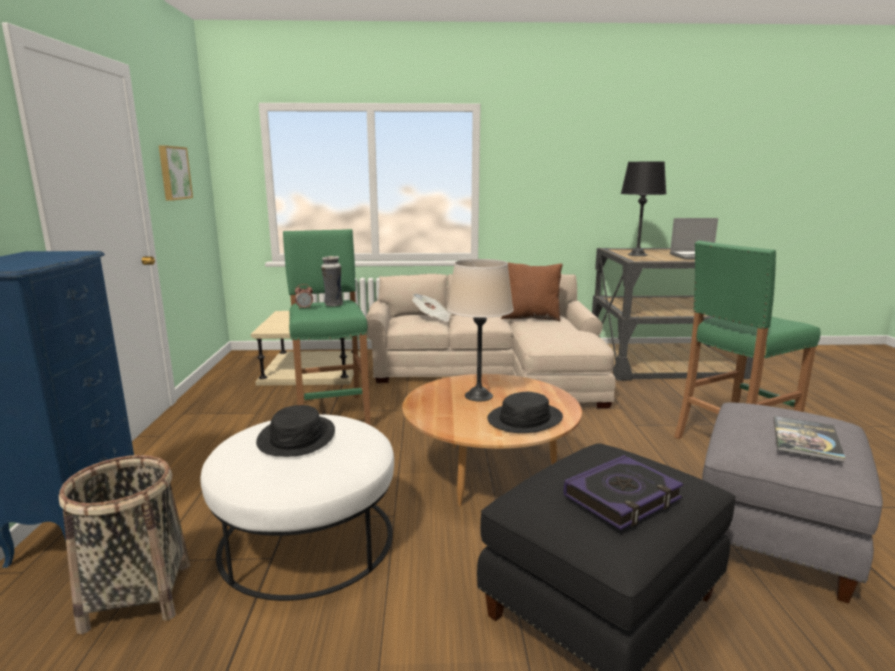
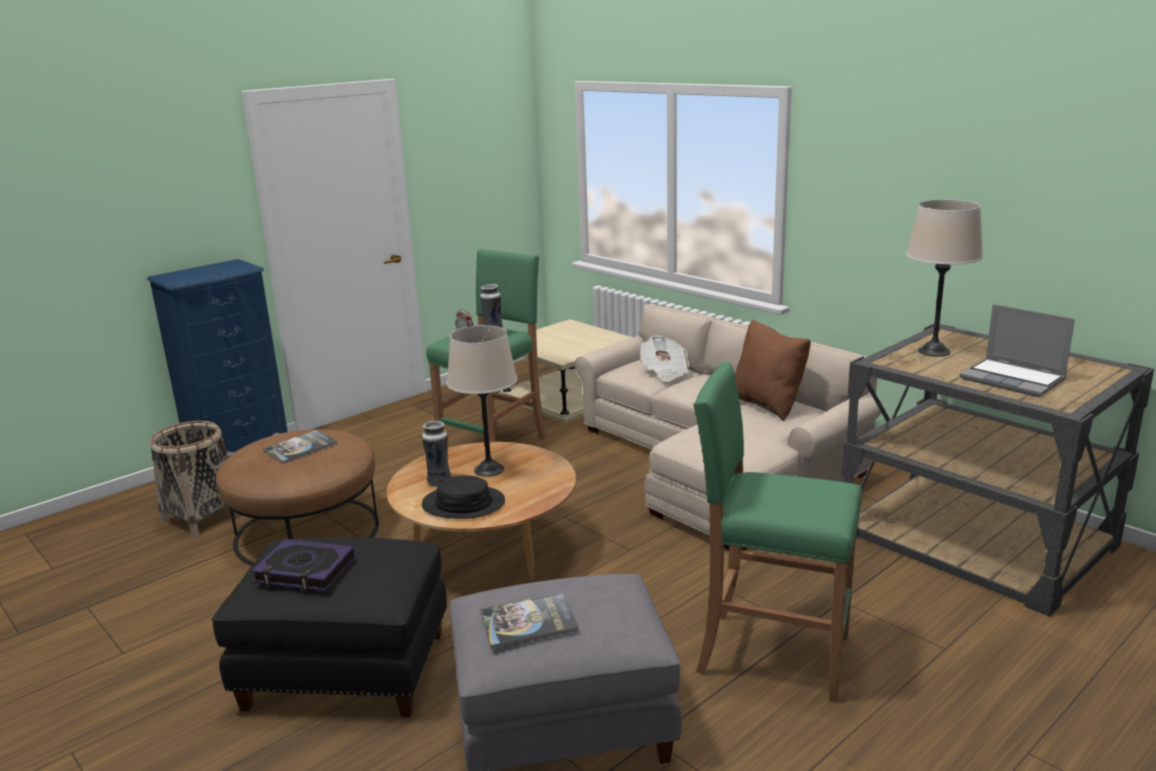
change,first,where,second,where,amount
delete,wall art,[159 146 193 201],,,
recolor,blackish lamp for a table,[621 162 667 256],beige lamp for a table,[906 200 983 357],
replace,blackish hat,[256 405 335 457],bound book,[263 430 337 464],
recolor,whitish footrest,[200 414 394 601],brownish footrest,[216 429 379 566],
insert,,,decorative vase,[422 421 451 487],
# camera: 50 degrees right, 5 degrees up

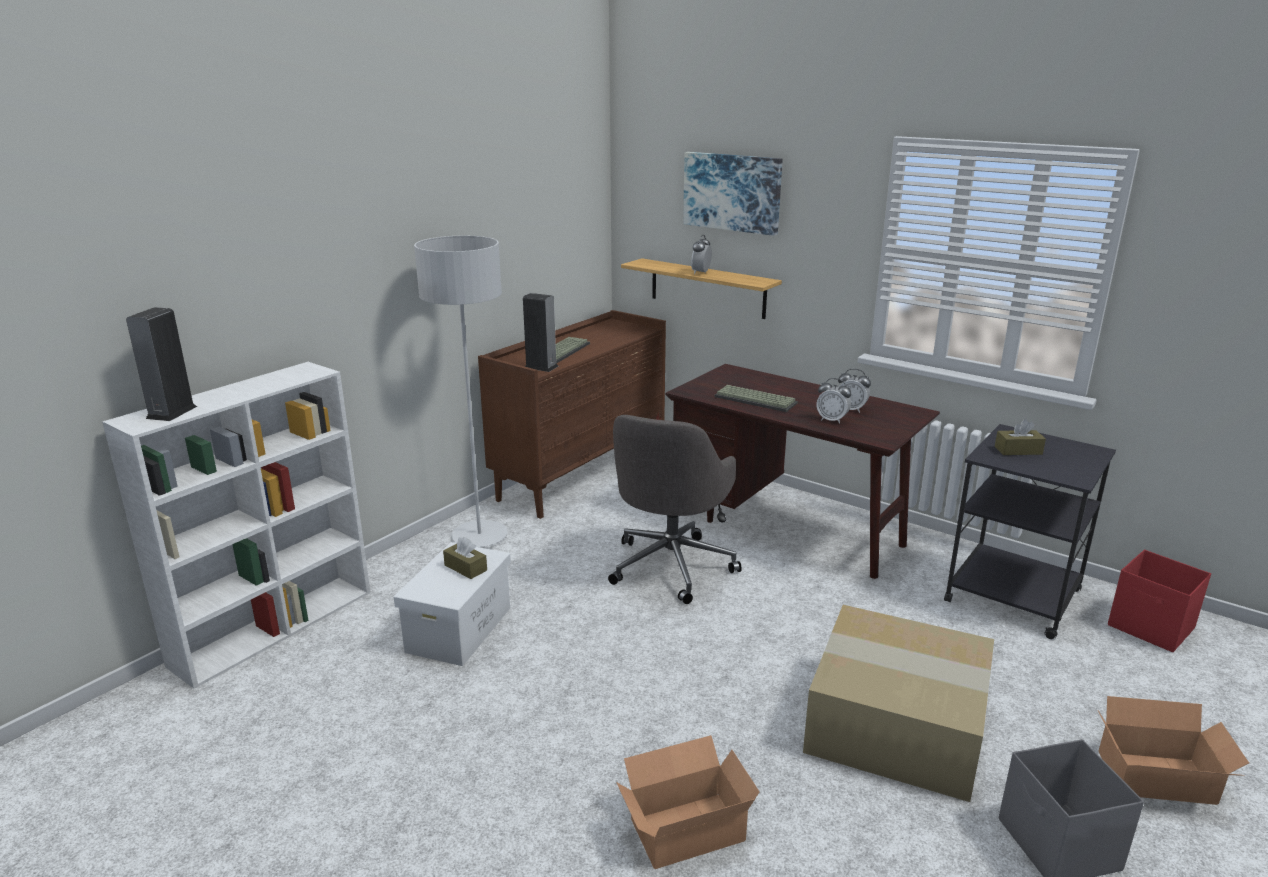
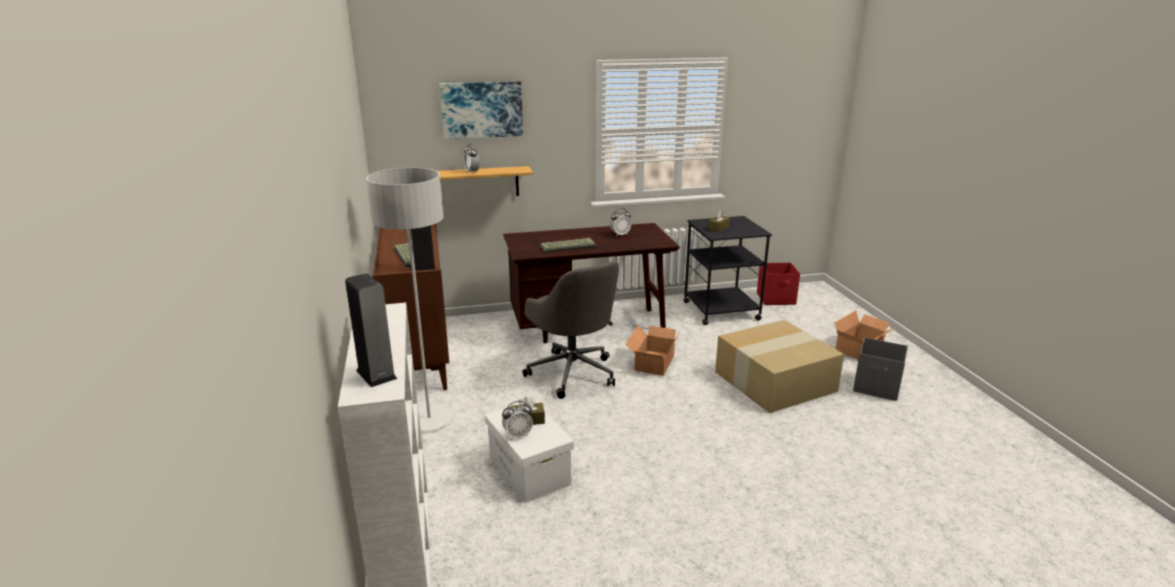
change,first,where,second,where,amount
move,alarm clock,[817 378 852 424],,[502 401 533 440],
move,cardboard box,[616 735 760 869],,[626 326 681 376],
# camera: 50 degrees left, 0 degrees up

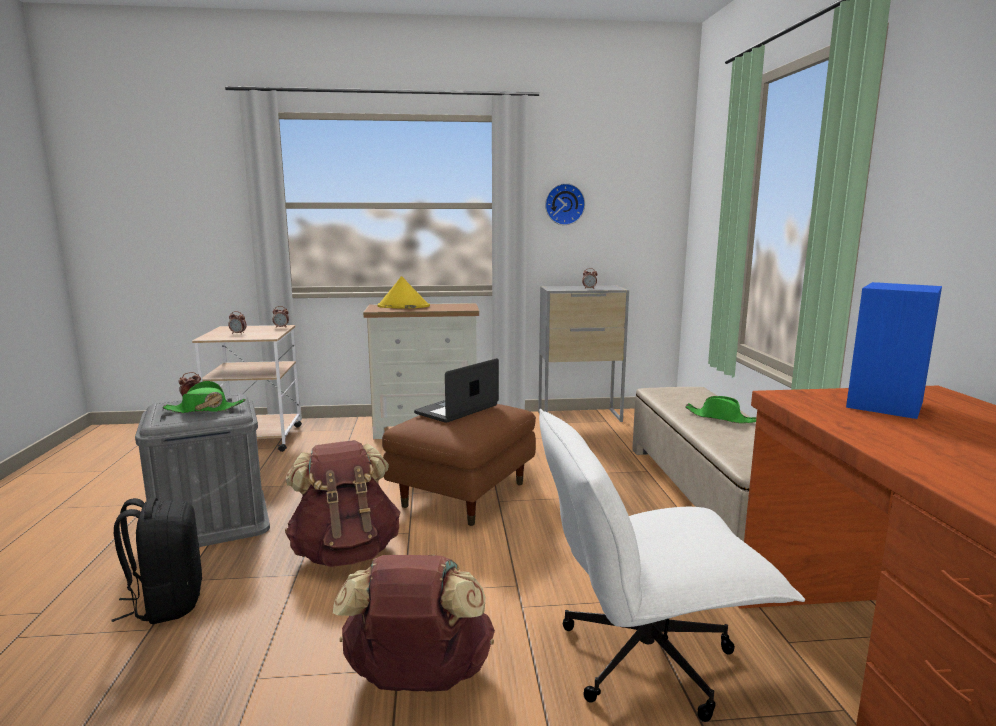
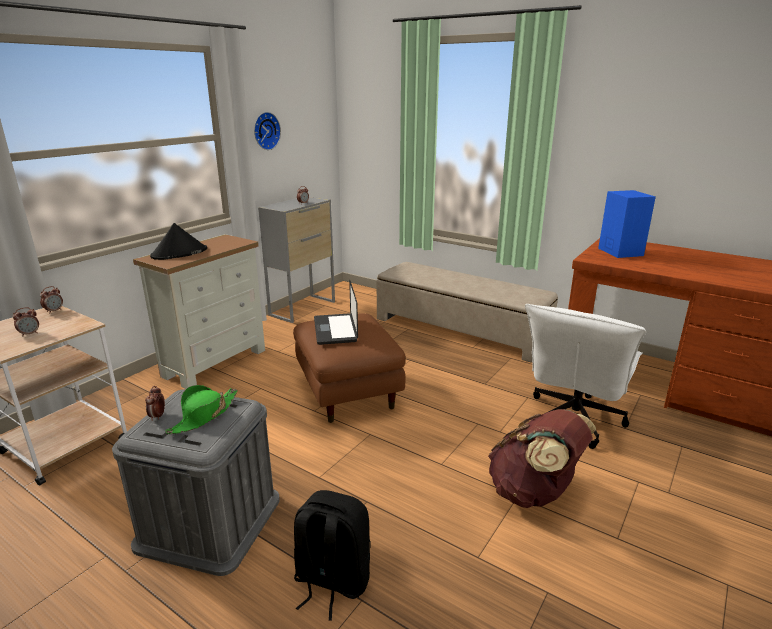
change,first,where,second,where,amount
recolor,yellow-coloured hat,[378 276 430 309],blackish hat,[150 223 207 260],
delete,green hat,[686 396 757 423],,,
delete,brownish rucksack,[285 440 401 567],,,
# camera: 50 degrees left, 10 degrees up

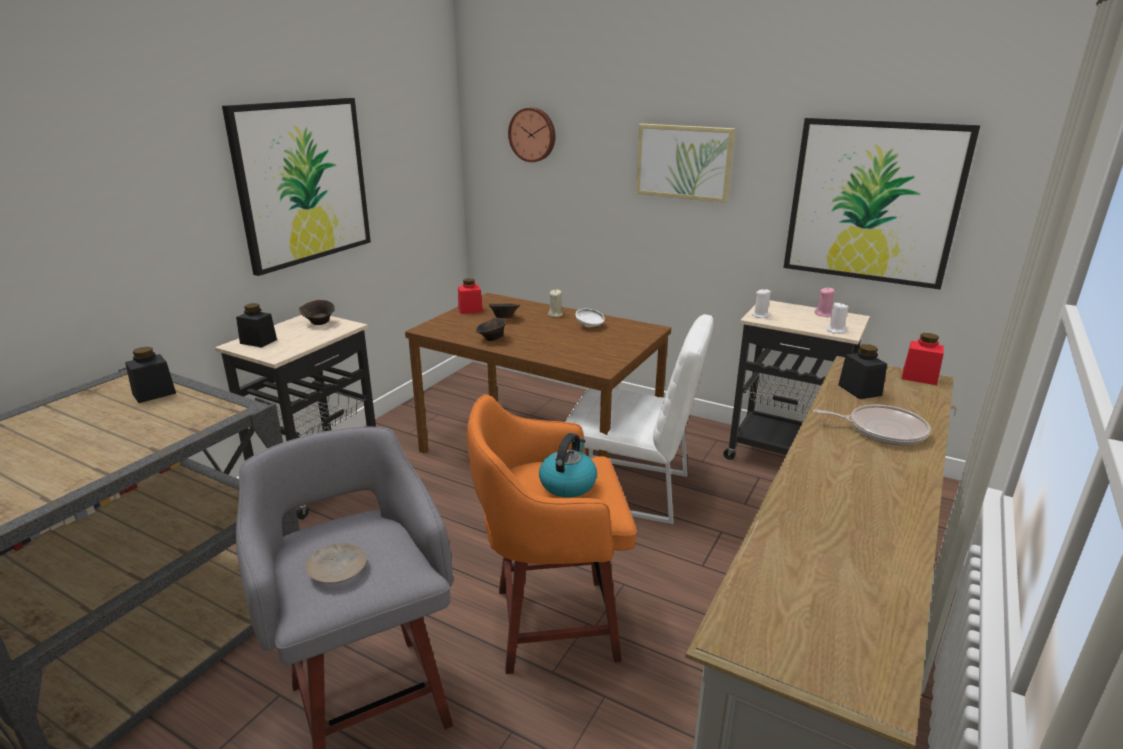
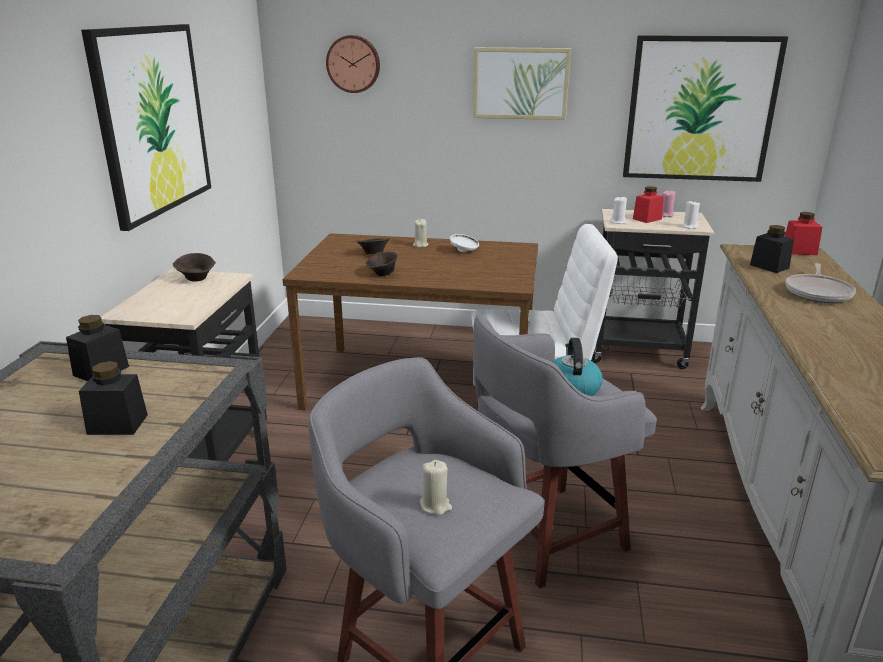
change,first,where,second,where,amount
move,reddish preserve jar,[458 278 483 314],,[633 186 664 223],
move,blackish preserve jar,[236 303 277 347],,[79 361 148 435],
recolor,orange stool seat,[467 394 637 674],greyish stool seat,[473 314 657 589],
rotate,frying pan,[813 404 931 445],,[785 263 856 303],120 degrees clockwise
replace,beige plate,[305 543 367 583],beige wax light,[420 460 452 515],
# camera: 20 degrees left, 0 degrees up

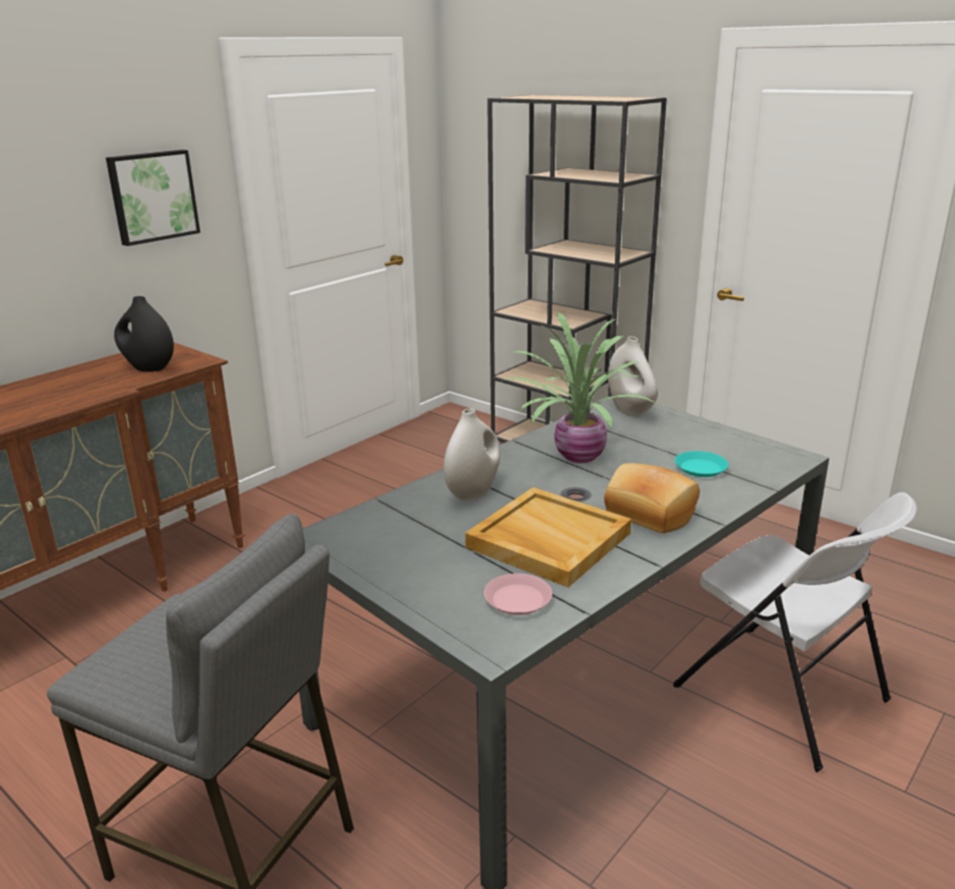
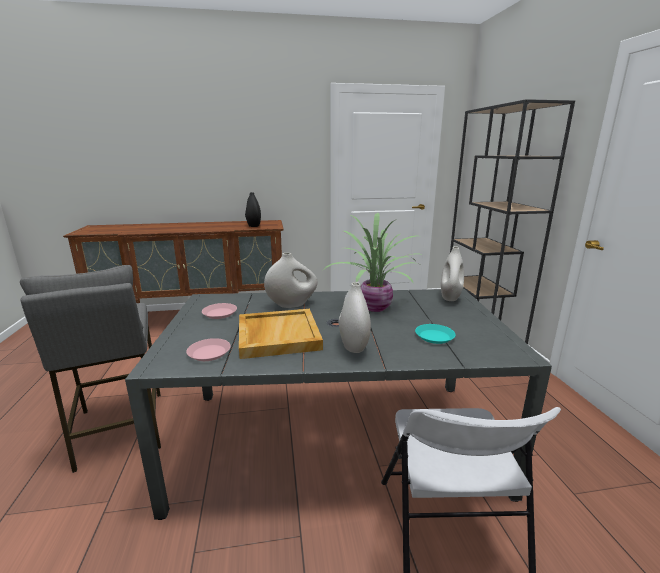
change,first,where,second,where,amount
delete,wall art,[106 150 200 246],,,
replace,bakery bread,[604 463 700 533],whitish decorative vase,[339 282 371 353],
insert,,,pinkish plate,[202 303 237 319],
# camera: 40 degrees right, 5 degrees down

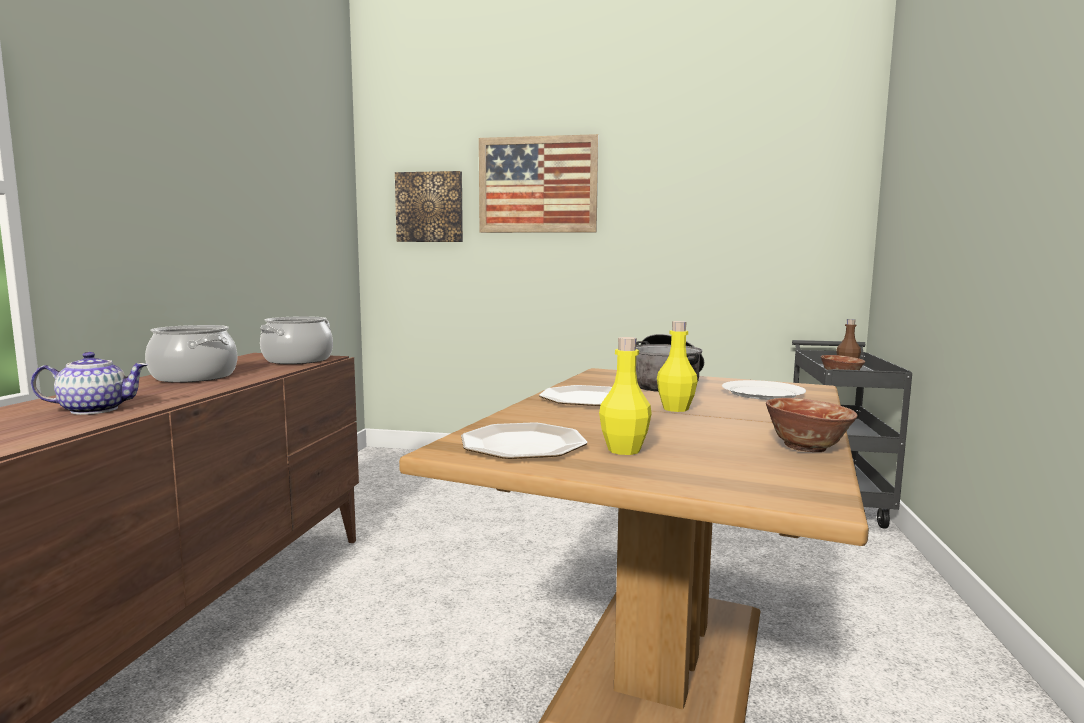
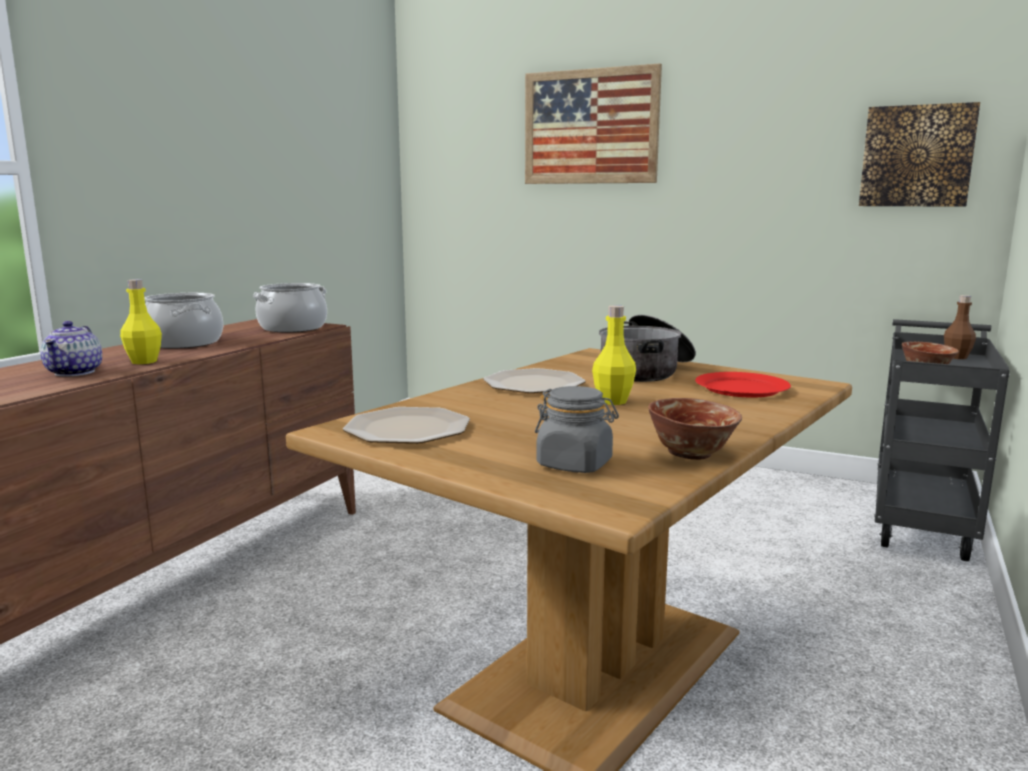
change,first,where,second,where,amount
move,wall art,[395 171 463 242],,[859 102 980 207],
move,yellow-coloured beverage bottle,[599 337 652 455],,[120 279 162 364],
rotate,pot for tea,[31 352 148 415],,[40 321 102 377],90 degrees clockwise
recolor,whitish plate,[722 380 806 400],reddish plate,[695 372 791 398],
insert,,,greyish preserve jar,[535 386 619 473],
# camera: 15 degrees right, 5 degrees up

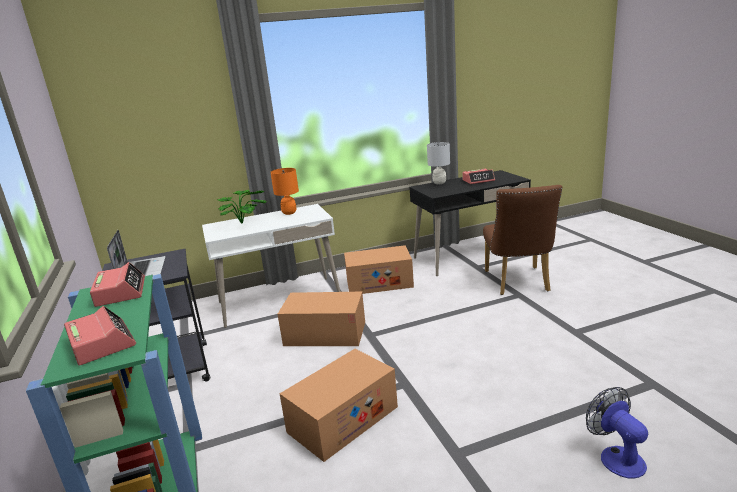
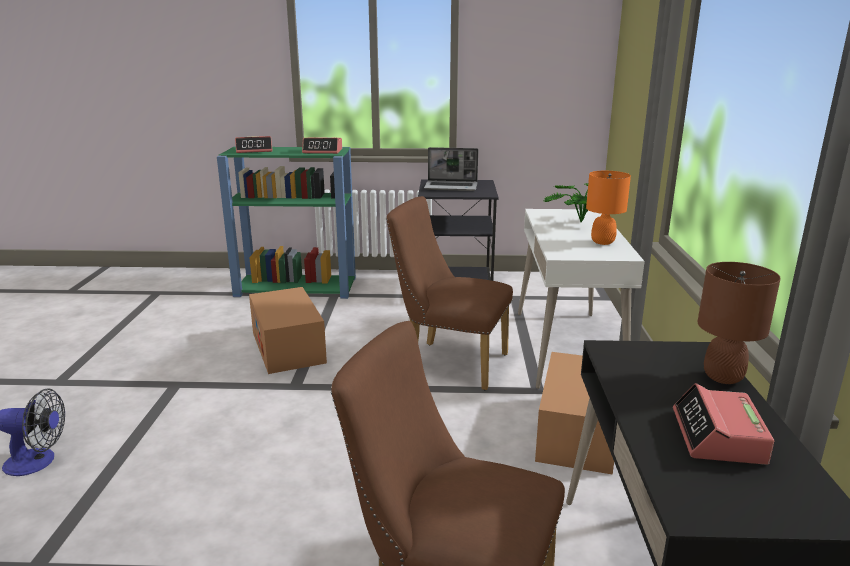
change,first,where,second,where,amount
recolor,greyish lamp for a table,[427 142 450 184],brownish lamp for a table,[698 262 781 384],
replace,cardboard box,[278 292 365 346],brownish plain chair,[386 196 513 390],
# camera: 110 degrees right, 0 degrees up

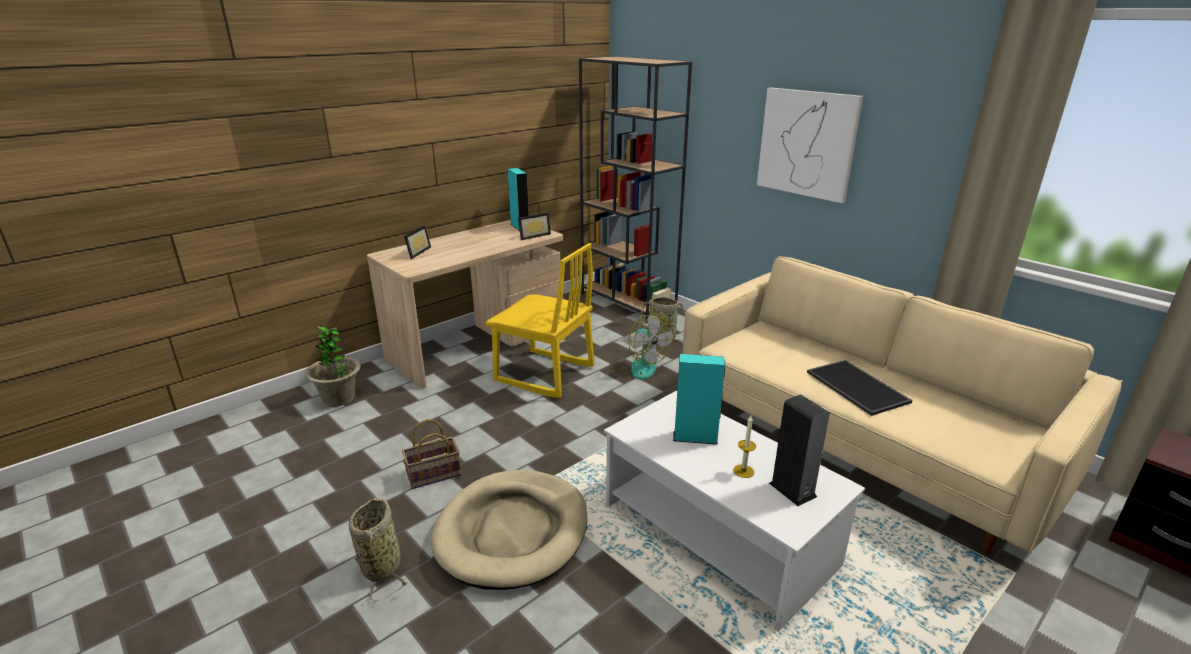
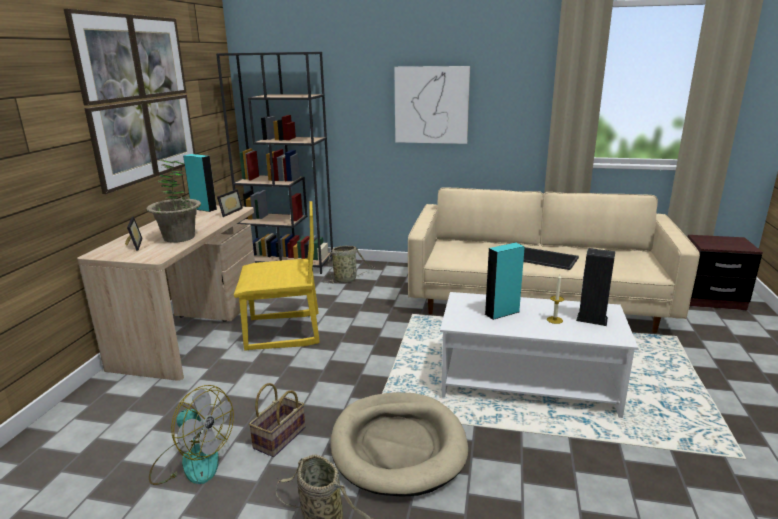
change,first,where,second,where,amount
move,cooling fan,[609 314 674 380],,[149 385 234 485],
move,plant in a pot,[305 325 361 407],,[146 160 201 243],
insert,,,wall art,[64 9 195 194],
# camera: 35 degrees left, 5 degrees down

